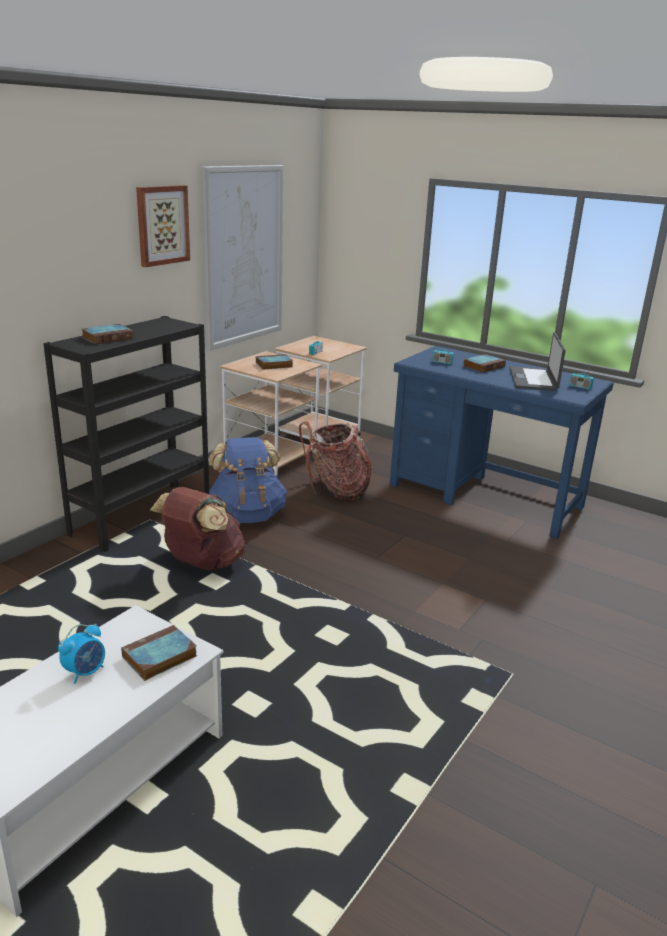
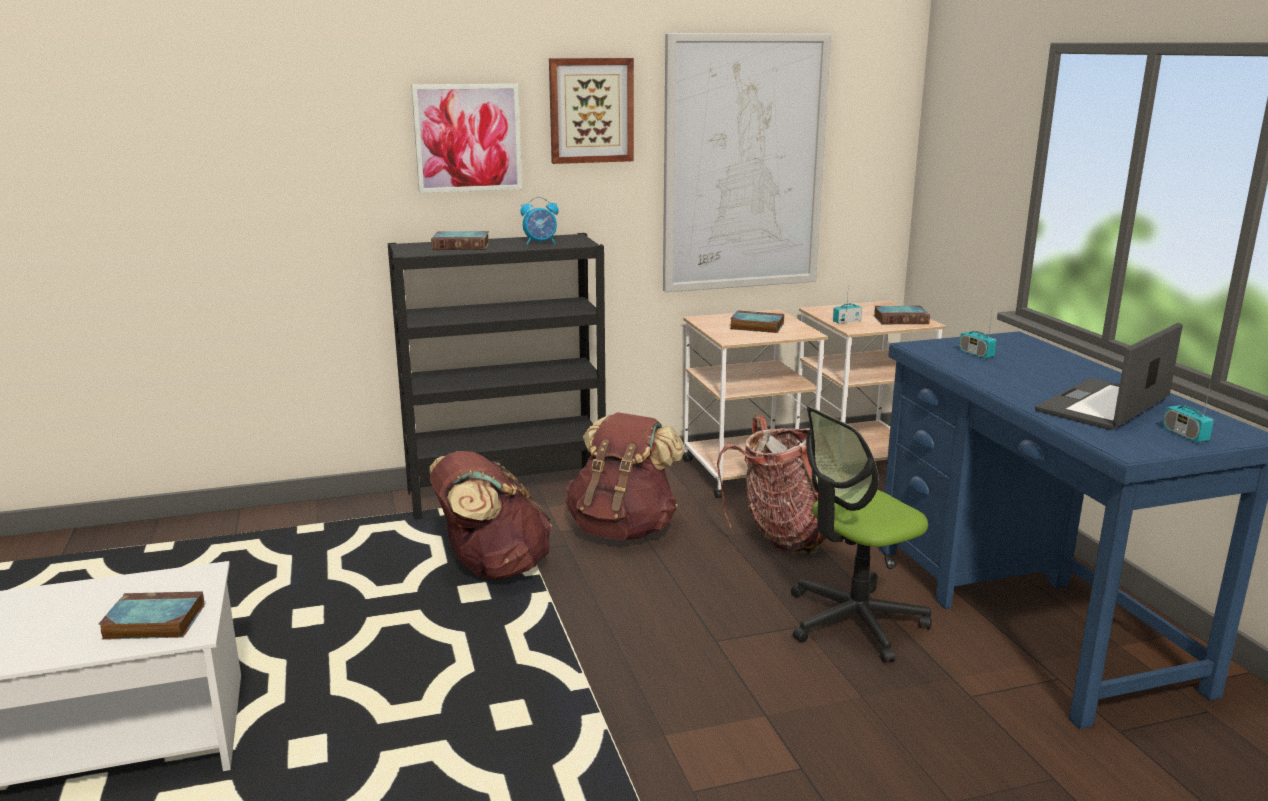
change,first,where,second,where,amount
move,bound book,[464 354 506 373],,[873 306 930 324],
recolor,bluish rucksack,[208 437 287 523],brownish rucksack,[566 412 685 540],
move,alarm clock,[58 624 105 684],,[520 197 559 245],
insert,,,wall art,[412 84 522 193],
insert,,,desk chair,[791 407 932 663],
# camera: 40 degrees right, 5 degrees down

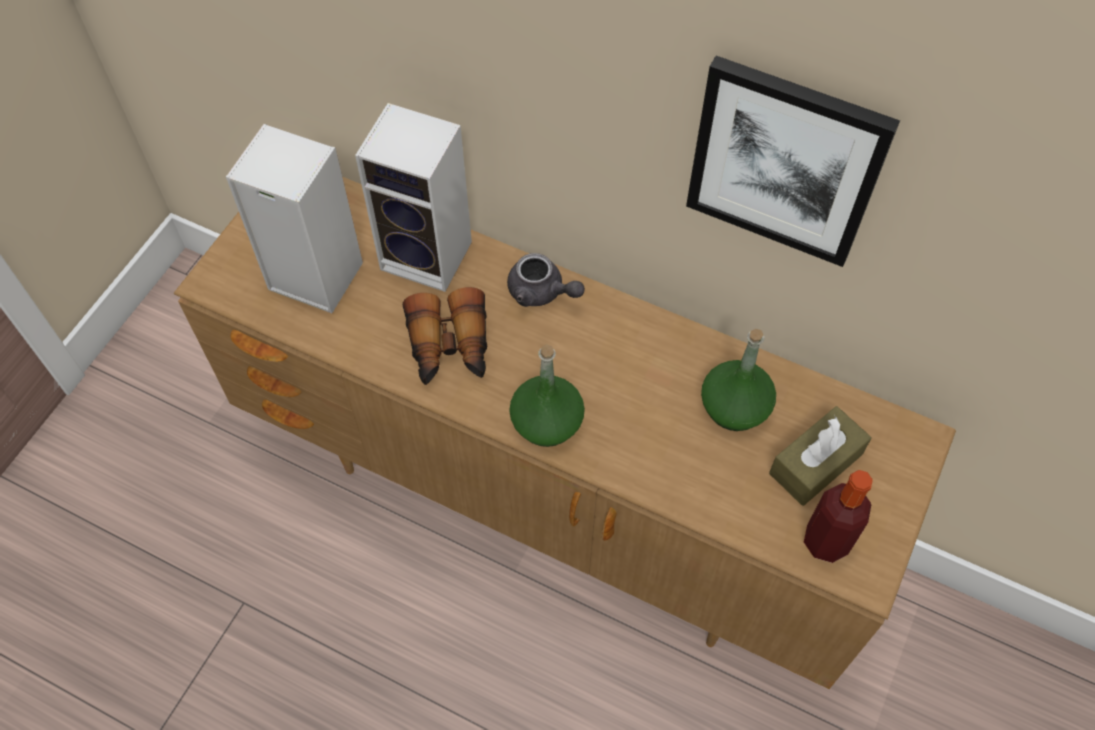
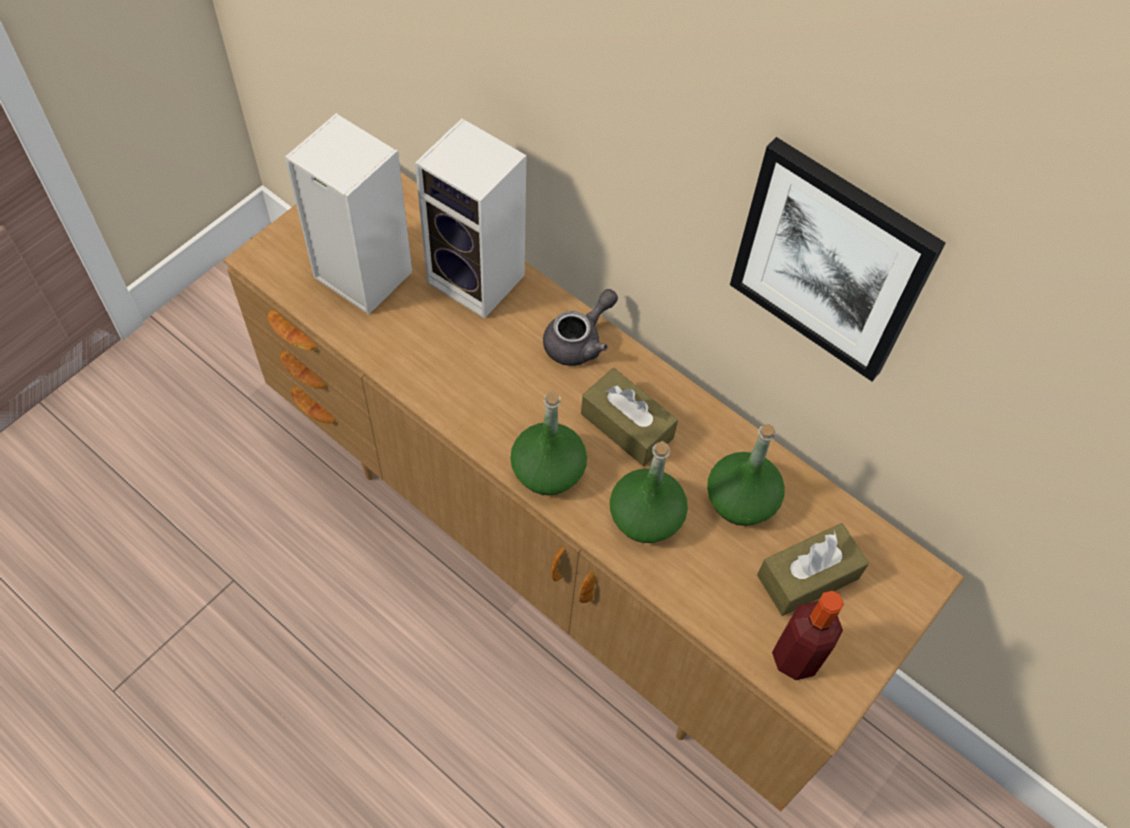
change,first,where,second,where,amount
rotate,greyish pot for tea,[507 253 585 307],,[543 289 618 366],90 degrees counterclockwise
delete,pair of binoculars,[403 287 487 385],,,
insert,,,brownish tissue holder,[581 368 678 466],
insert,,,green beverage bottle,[610 441 688 543],
# camera: 10 degrees right, 0 degrees up

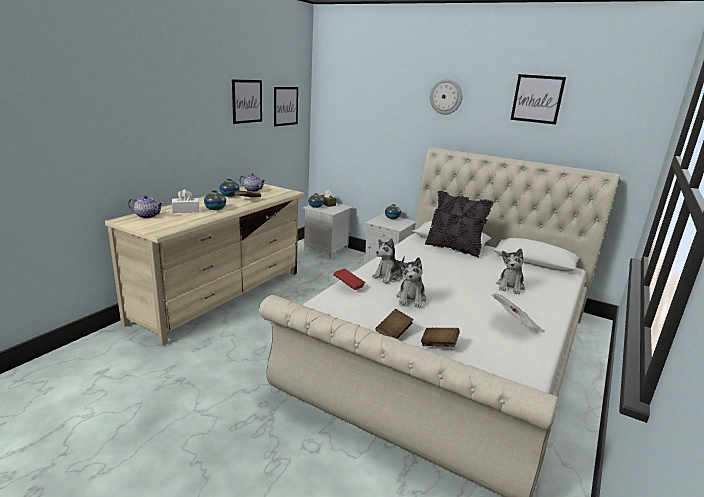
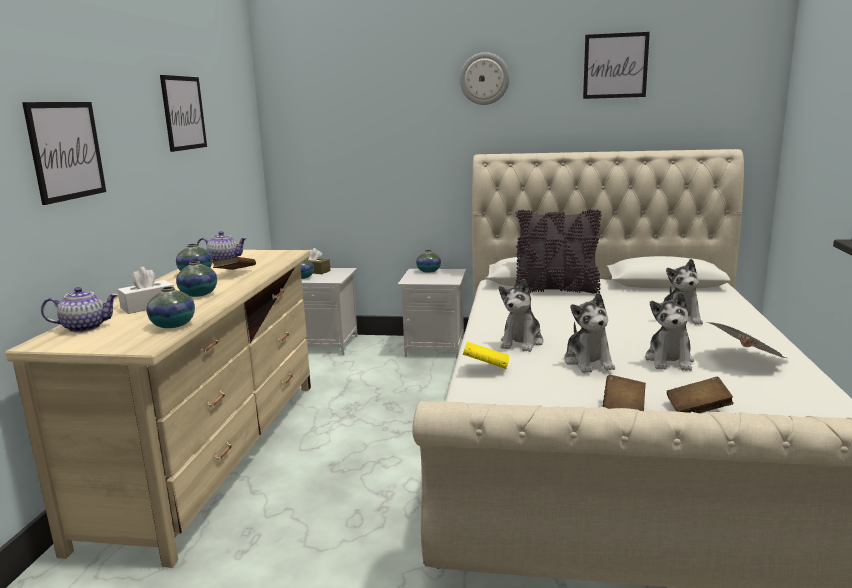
change,first,where,second,where,amount
move,wall art,[274 87 298 126],,[22 102 106 205],
recolor,reddish bound book,[334 269 365 290],yellow-coloured bound book,[463 342 509 369],
insert,,,decorative vase,[146 286 195 328],
insert,,,soft toy,[645 292 694 371],
# camera: 20 degrees left, 5 degrees down

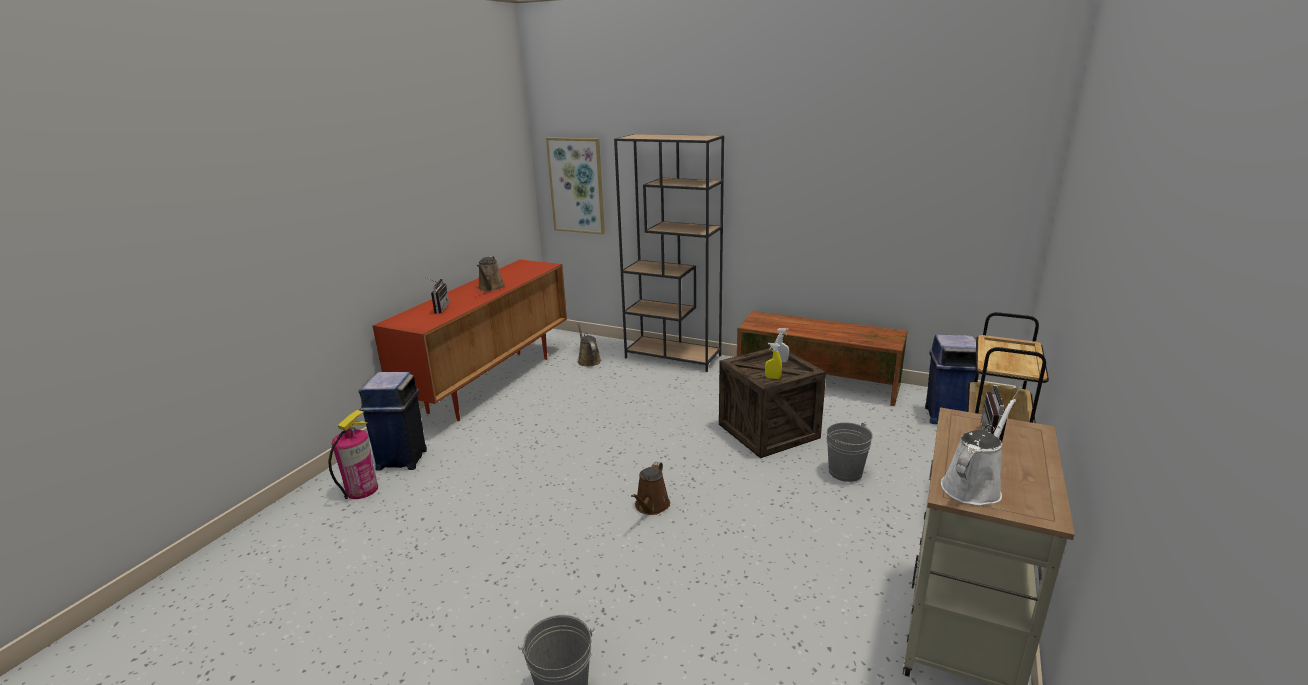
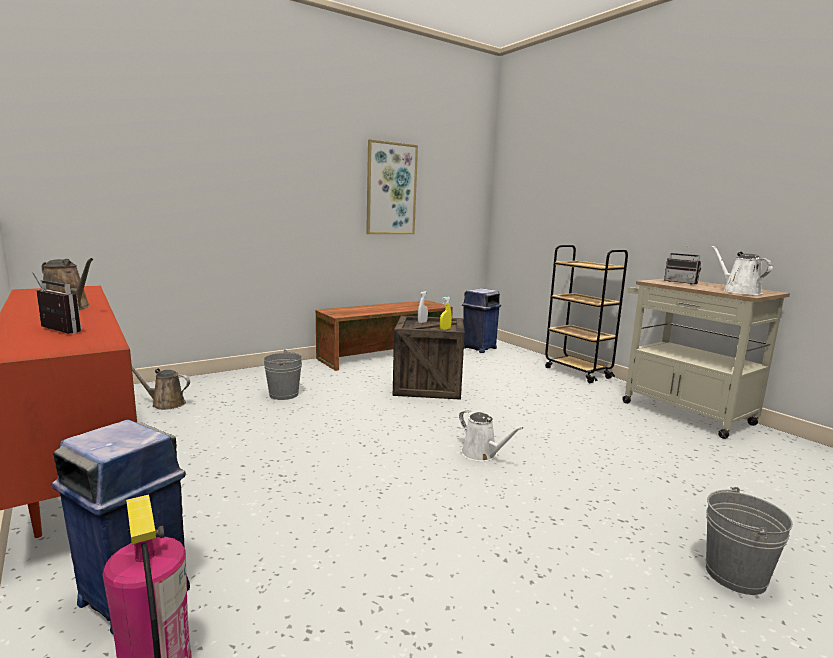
change,first,where,second,where,amount
delete,bookshelf,[614 134 724 372],,,
move,wall art,[546 137 605 234],,[366 139 418 234],
move,greyish bucket,[827 422 873 482],,[263 350 303 400],
recolor,brownish sprinkling can,[631 462 670 515],whitish sprinkling can,[459 410 524 462],
# camera: 60 degrees left, 10 degrees down

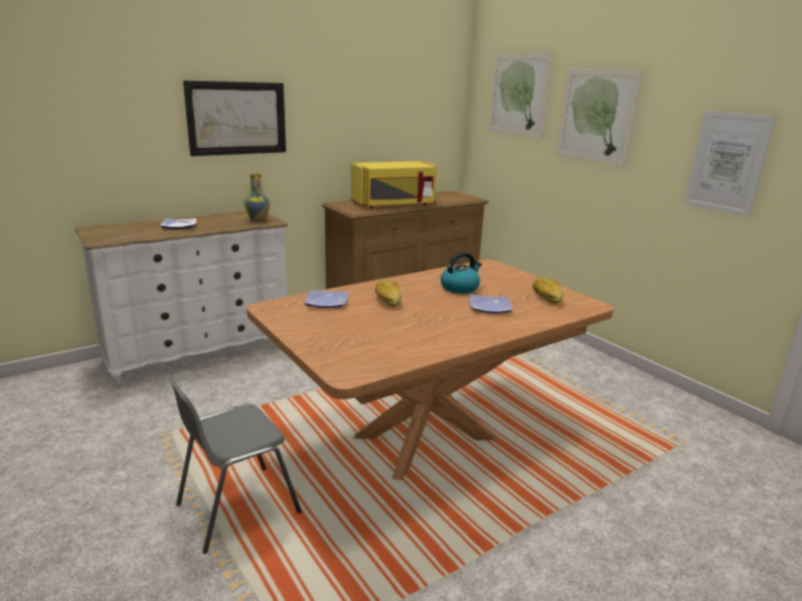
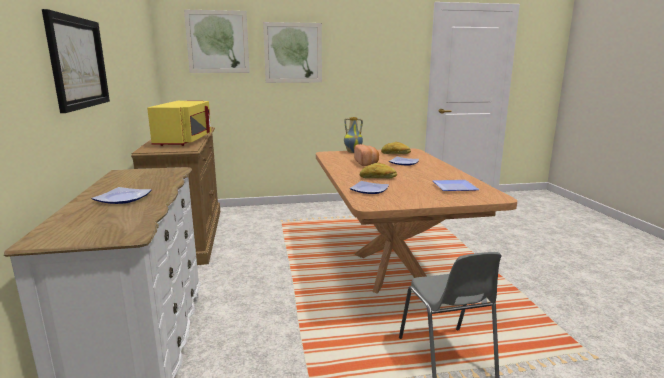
change,first,where,second,where,amount
delete,wall art,[684 111 777 217],,,
move,decorative vase,[244 173 270 221],,[344 117 363 153],
replace,water kettle,[441 252 482 294],bakery bread,[354 144 379 166],
insert,,,plate,[433 180 480 191],
# camera: 65 degrees left, 5 degrees down

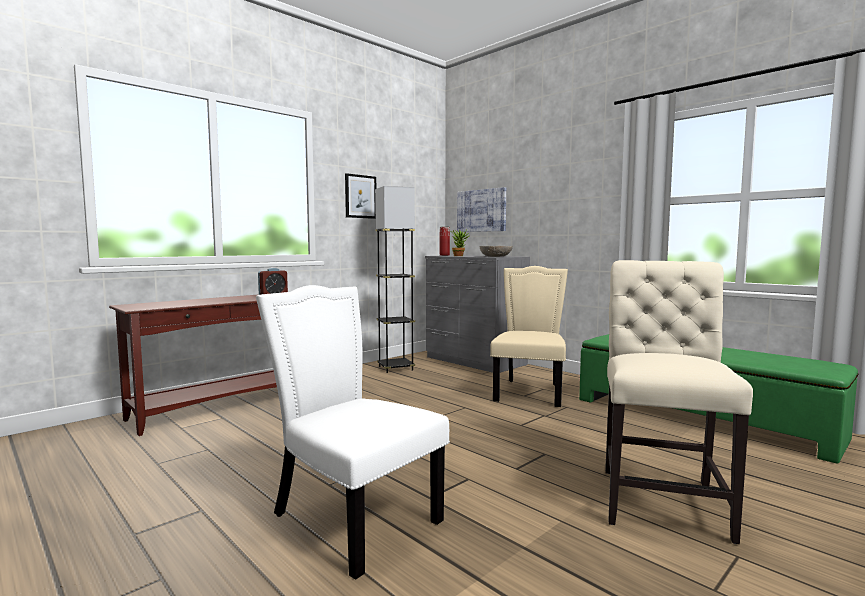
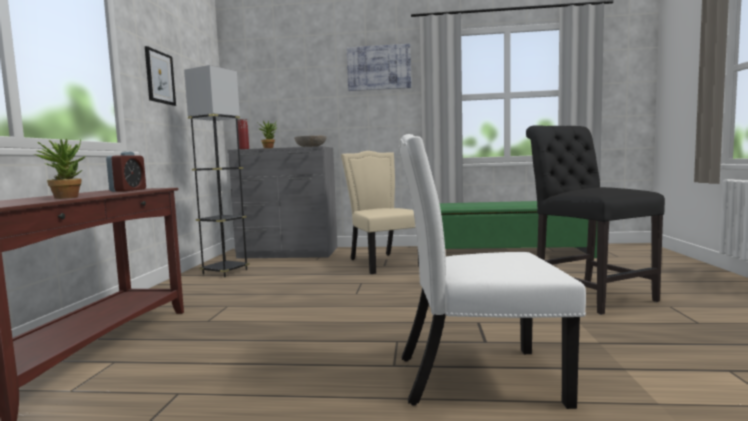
change,first,where,second,where,amount
move,wall art,[457 187 506 232],,[347 44 411 91],
recolor,beige plain chair,[605 260 753 544],blackish plain chair,[526 125 665 315],
insert,,,plant in a pot,[34 139 86 199],
# camera: 40 degrees left, 0 degrees up

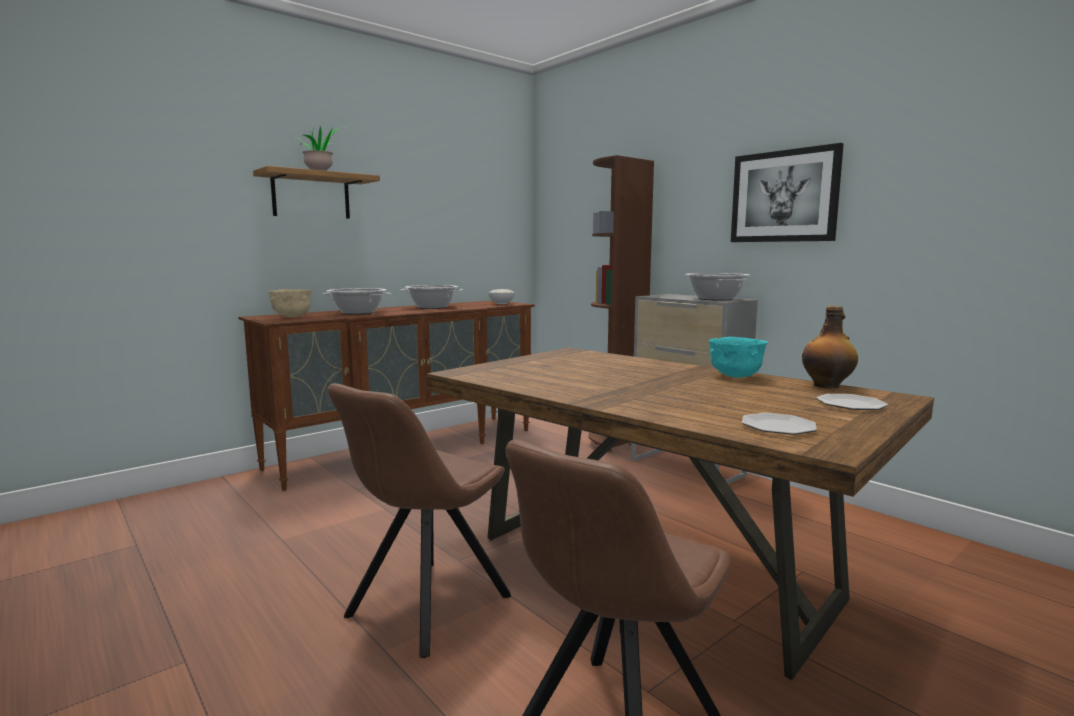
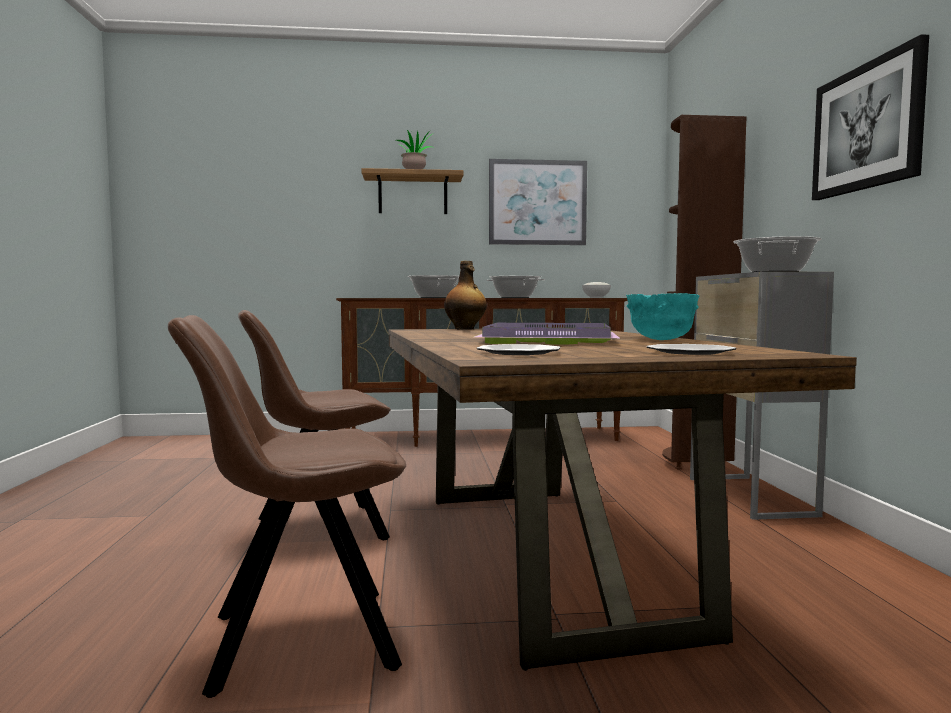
change,first,where,second,where,amount
delete,beige bowl,[268 289 312 317],,,
move,beverage bottle,[802 306 858 389],,[444 261 487 330],
insert,,,wall art,[489 159 587 245],
insert,,,purple tray,[474 323 620 345],
# camera: 35 degrees right, 5 degrees down

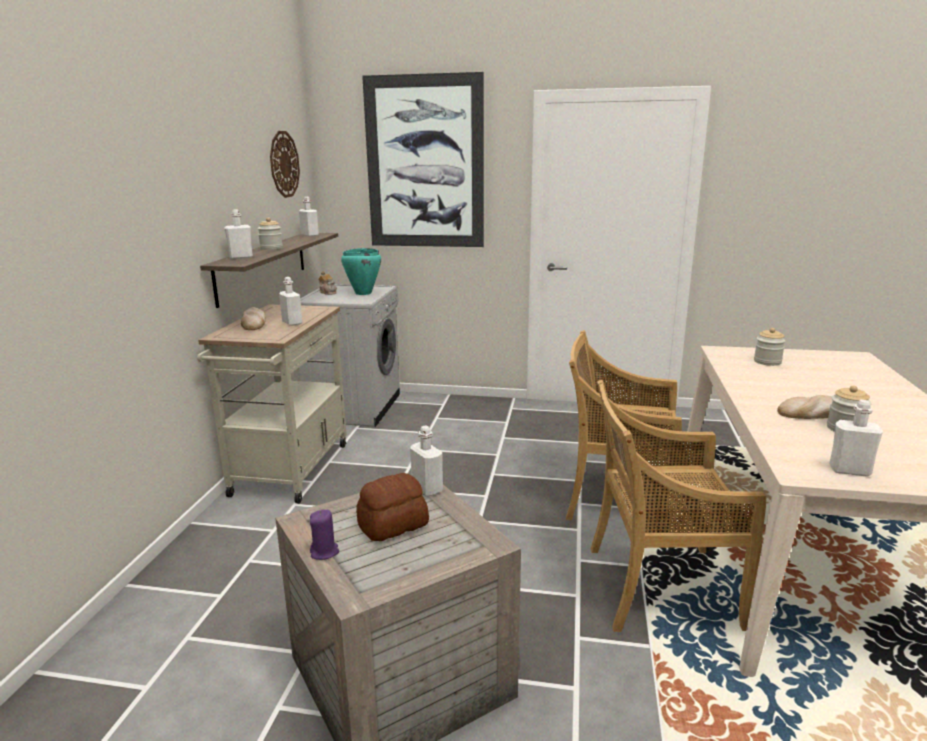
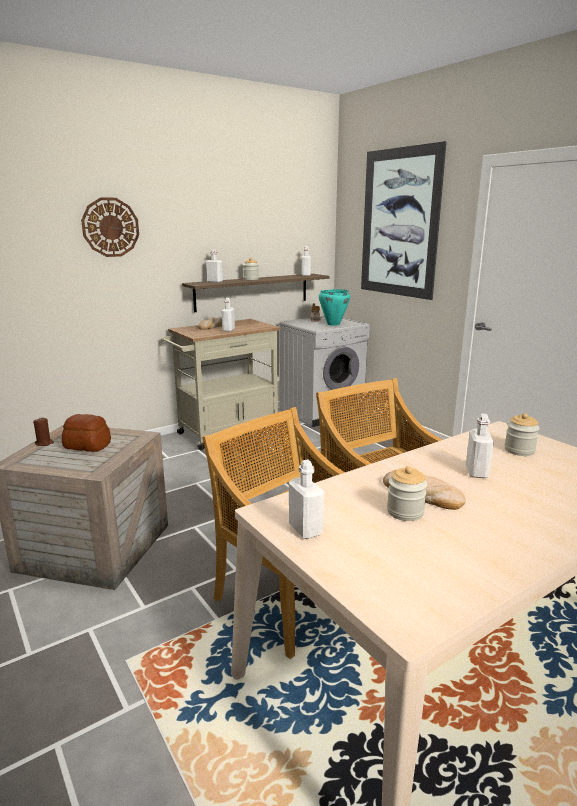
change,first,where,second,where,amount
move,hanging clock,[270 131 300 198],,[81 197 139 257],
move,whitish beverage bottle,[410 426 443 496],,[466 414 494 478],
recolor,purple wax light,[310 510 339 560],brownish wax light,[33 418 54 446],
# camera: 45 degrees right, 0 degrees up

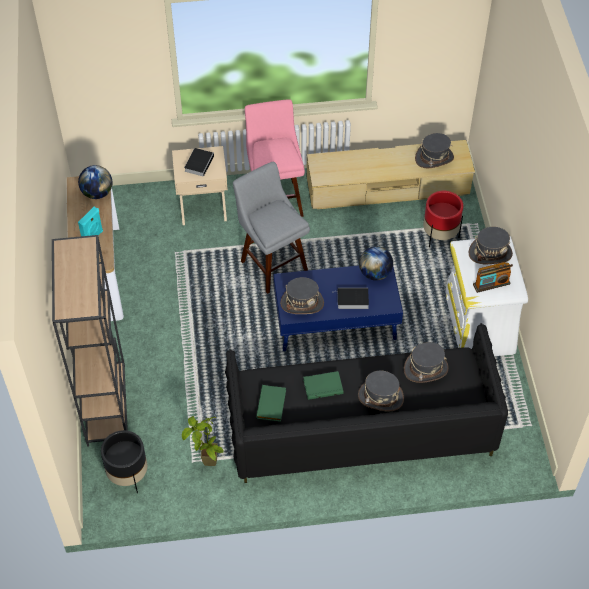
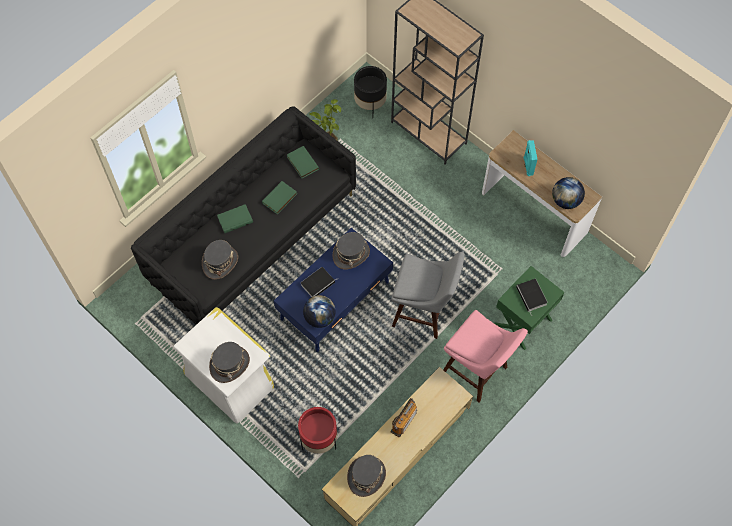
change,first,where,second,where,amount
recolor,beige night table,[172 146 228 225],green night table,[494 266 564 350],
move,radio set,[473 262 513 293],,[390 398 417 438],
replace,greyish hat,[358 370 404 412],green bound book,[217 204 253 233],
# camera: 140 degrees right, 10 degrees up

